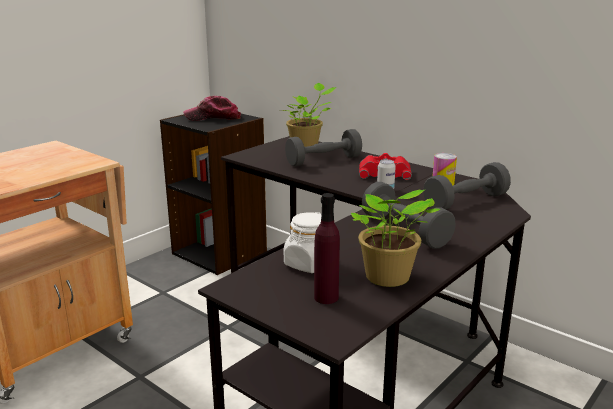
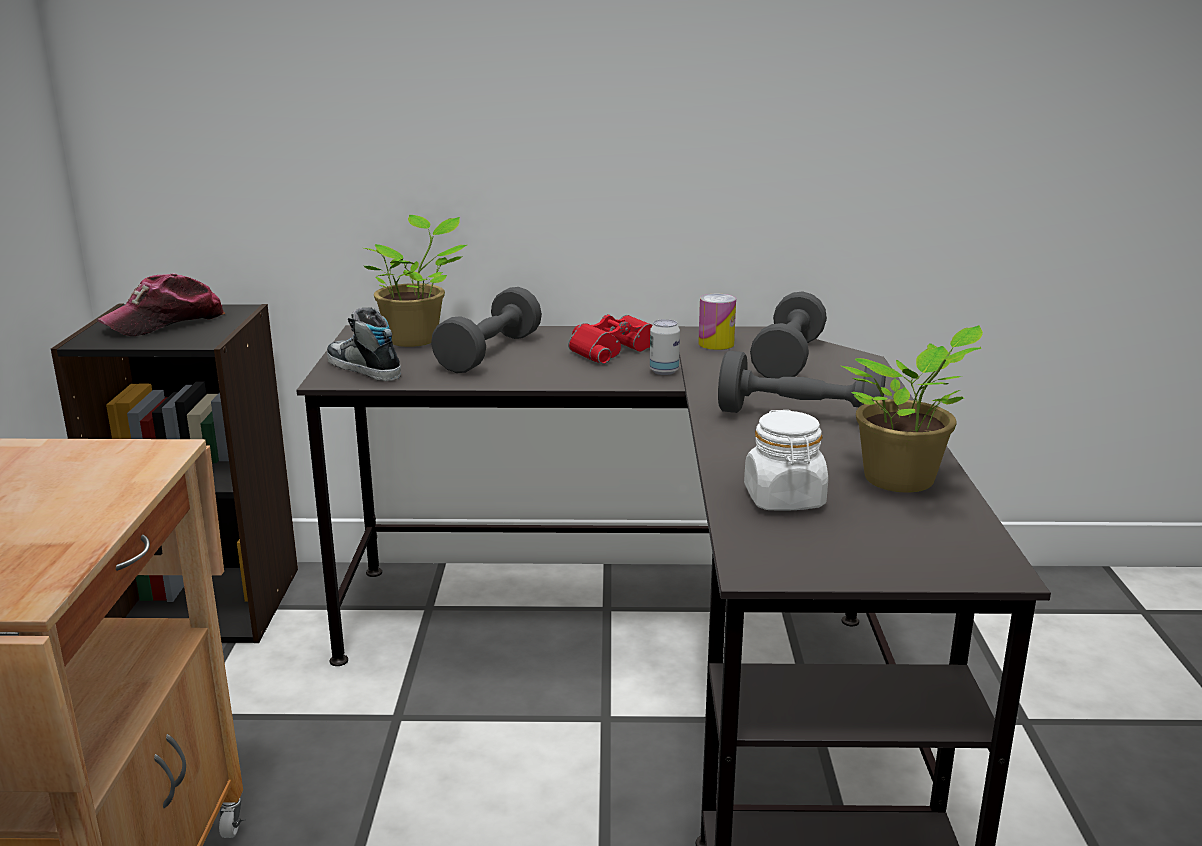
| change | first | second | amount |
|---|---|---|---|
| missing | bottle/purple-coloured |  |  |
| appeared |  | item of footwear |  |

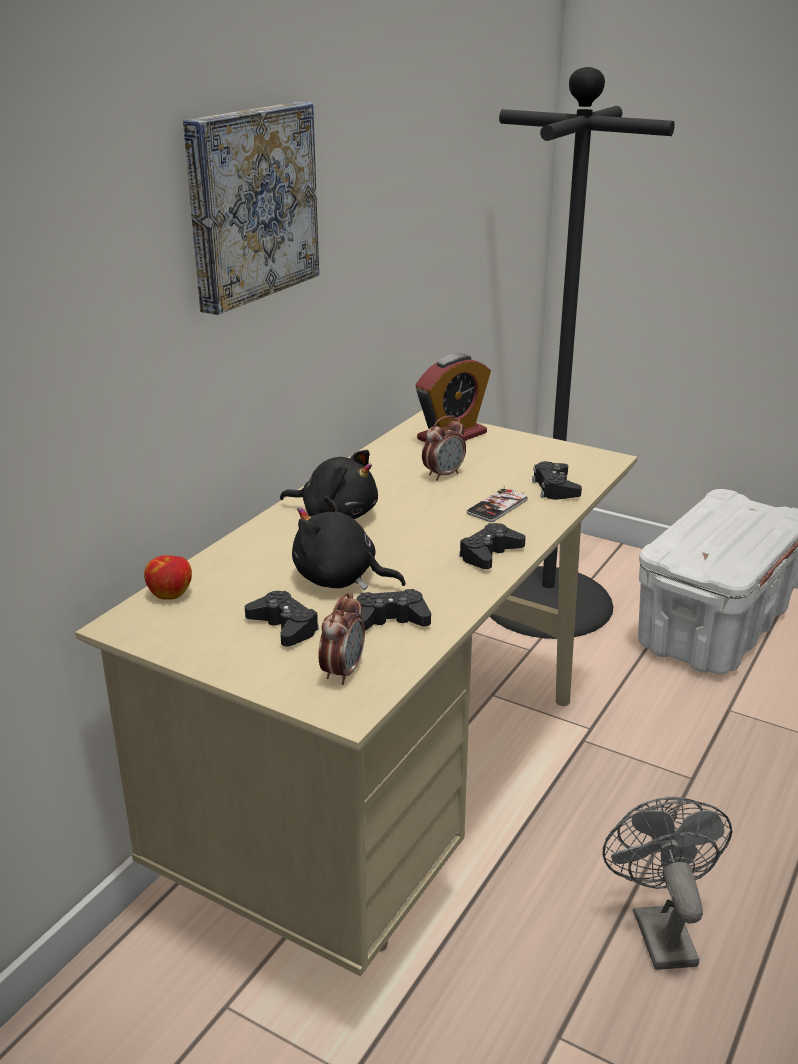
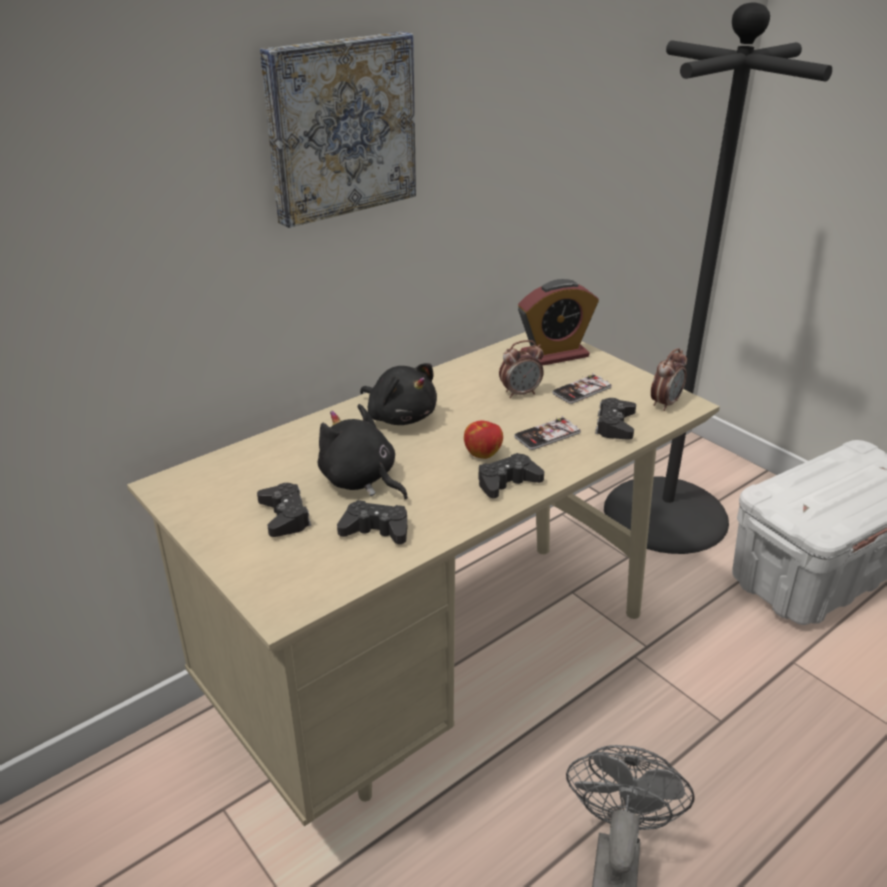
| change | first | second | amount |
|---|---|---|---|
| appeared |  | phone (no. 2 from left) |  |
| relocated | apple |  |  |
| relocated | table clock (no. 1 from left in the first image) | table clock (no. 3 from left) |  |

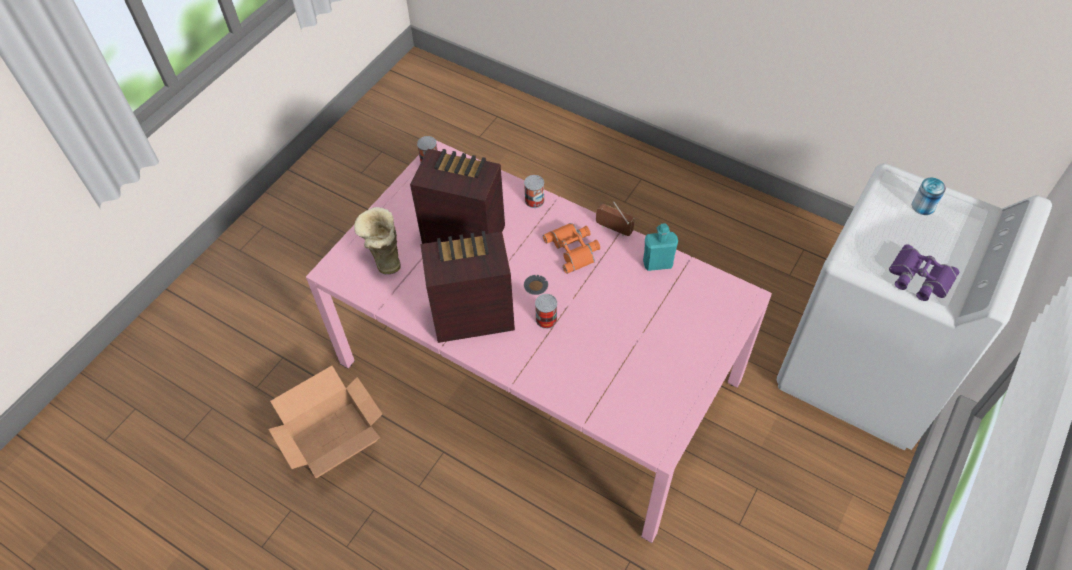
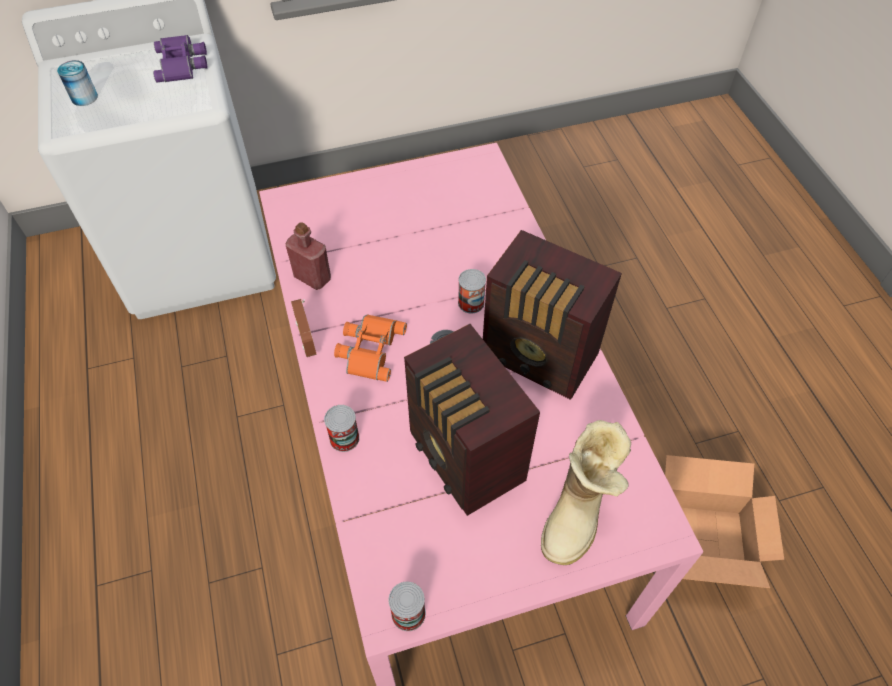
| change | first | second | amount |
|---|---|---|---|
| colour | bottle/blue-green | bottle/red-coloured |  |

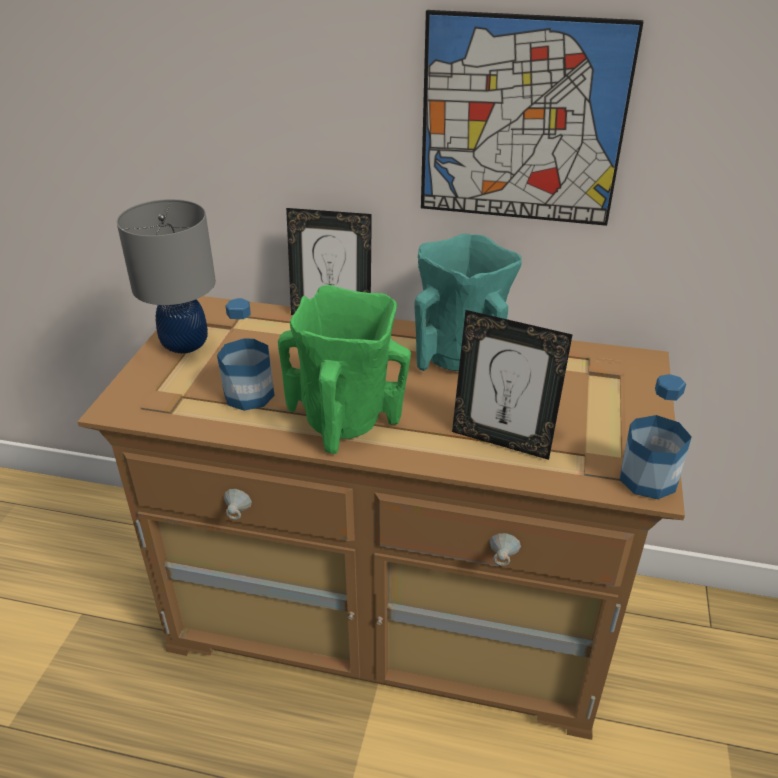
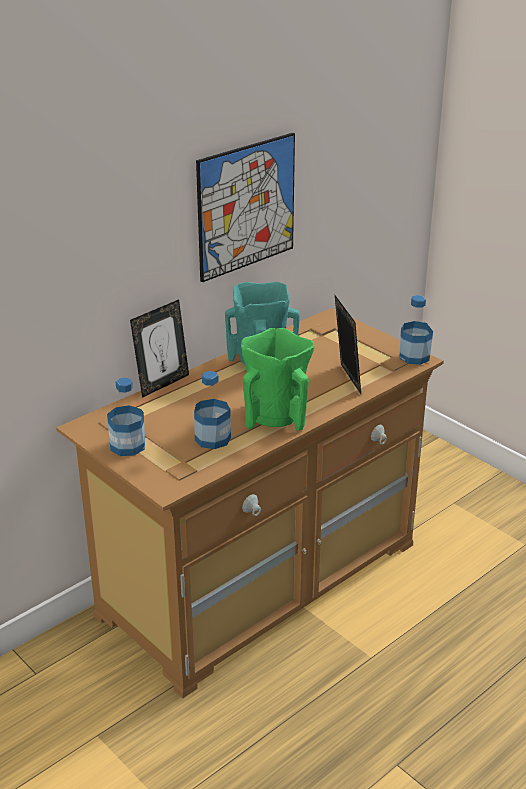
| change | first | second | amount |
|---|---|---|---|
| exchanged | table lamp/gray | bottle (no. 1 from left) |  |
| spun | standing frame (no. 2 from left) |  | 75 degrees counterclockwise |

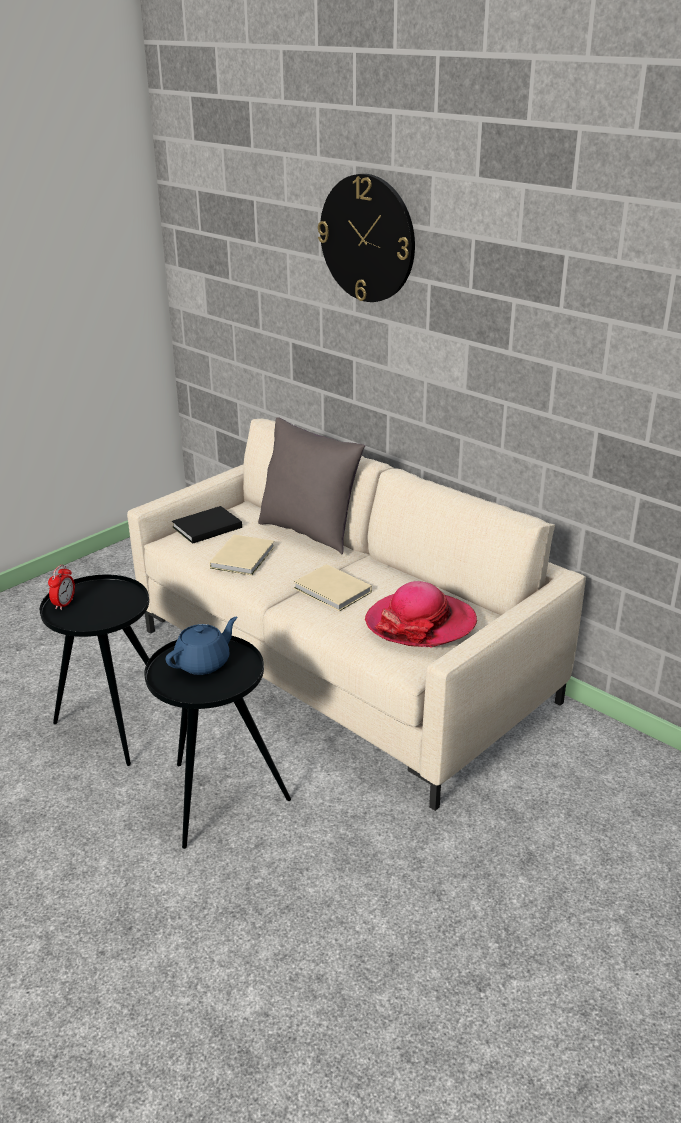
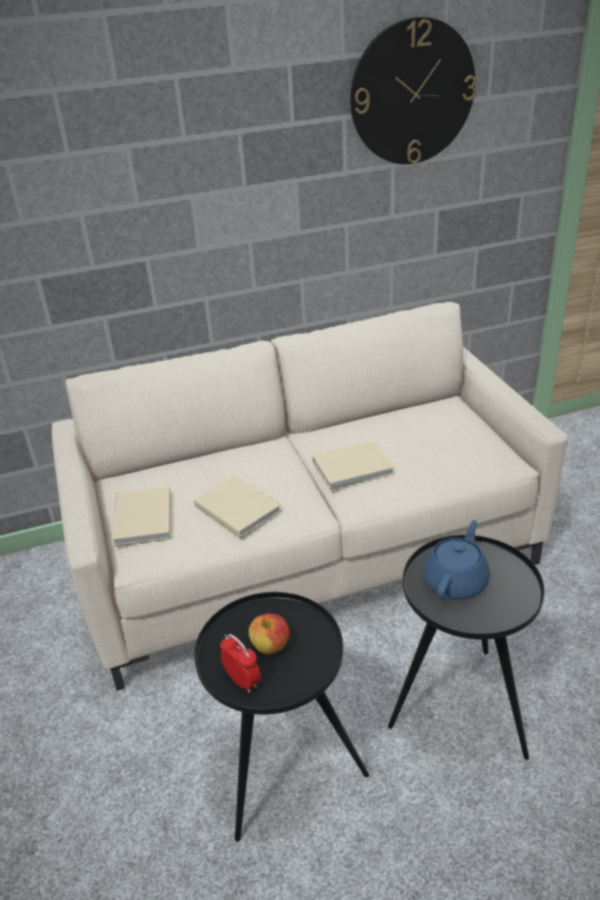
| change | first | second | amount |
|---|---|---|---|
| missing | pillow/gray |  |  |
| missing | clothing hat |  |  |
| appeared |  | apple |  |
| relocated | wall clock |  |  |
| colour | book/blackish | book/sand-coloured (no. 1 from left) |  |
| spun | teapot/bluish |  | 45 degrees clockwise |

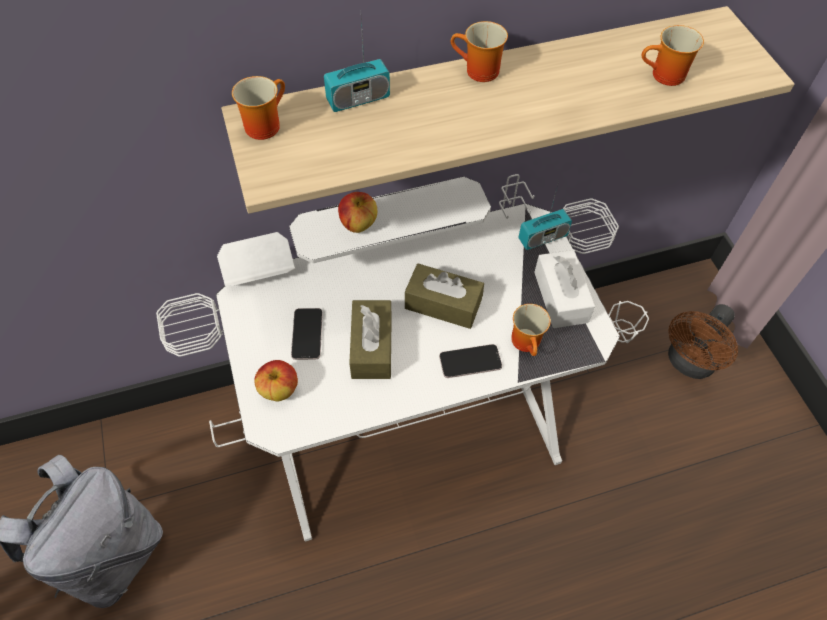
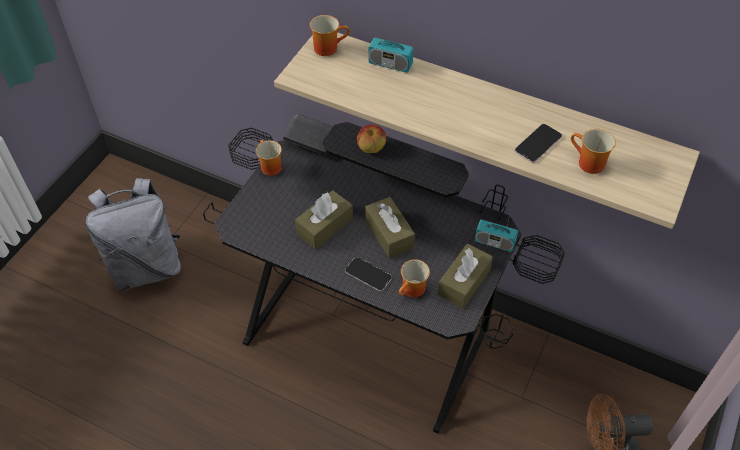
| change | first | second | amount |
|---|---|---|---|
| missing | apple (no. 1 from left) |  |  |
| relocated | phone (no. 1 from left in the first image) | phone (no. 2 from left) |  |
| relocated | coffee mug (no. 2 from left in the first image) | coffee mug (no. 1 from left) |  |
| colour | desk table/white | desk table/blackish |  |
| colour | tissue box/white | tissue box/brownish (no. 3 from left) |  |

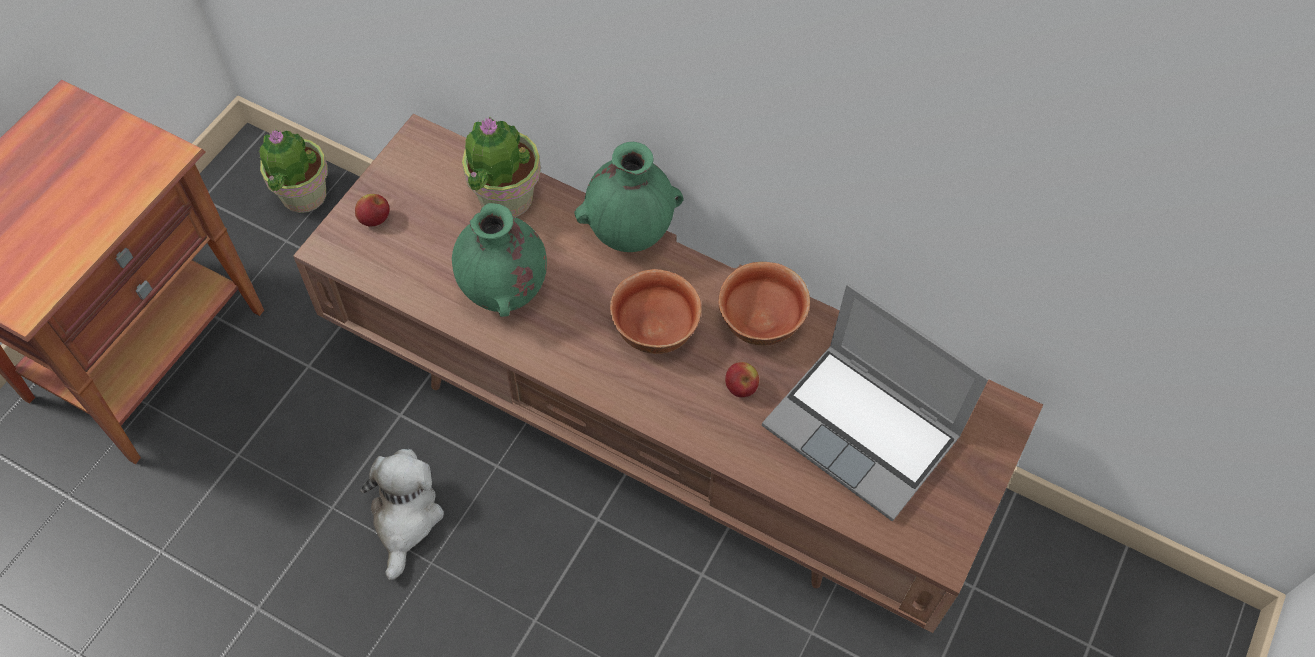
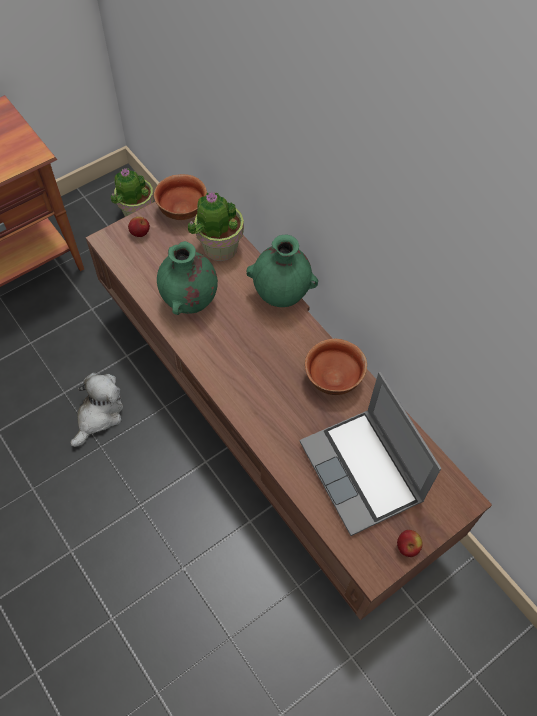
| change | first | second | amount |
|---|---|---|---|
| relocated | deep dish (no. 1 from left) |  |  |
| relocated | apple (no. 2 from left) |  |  |

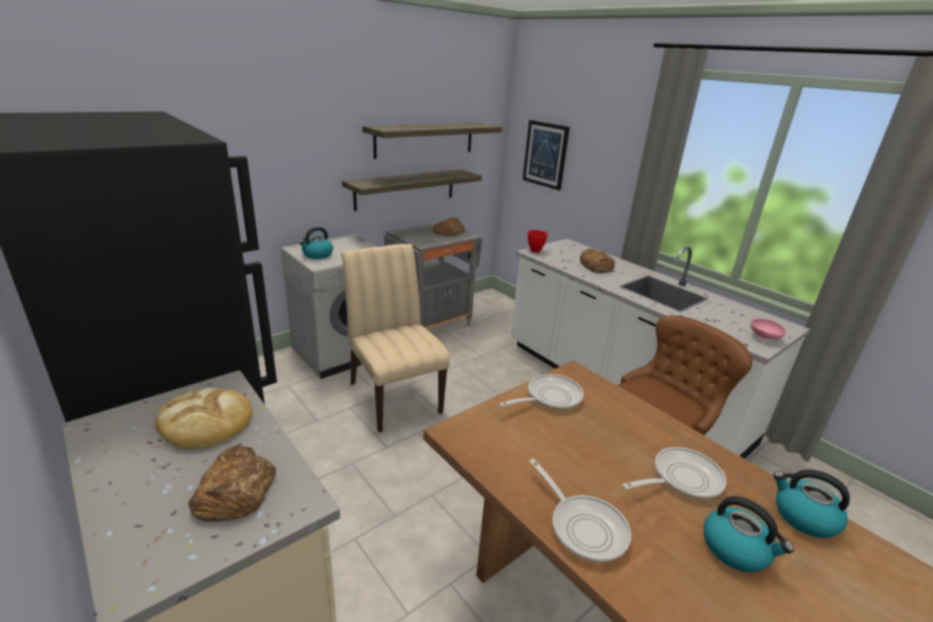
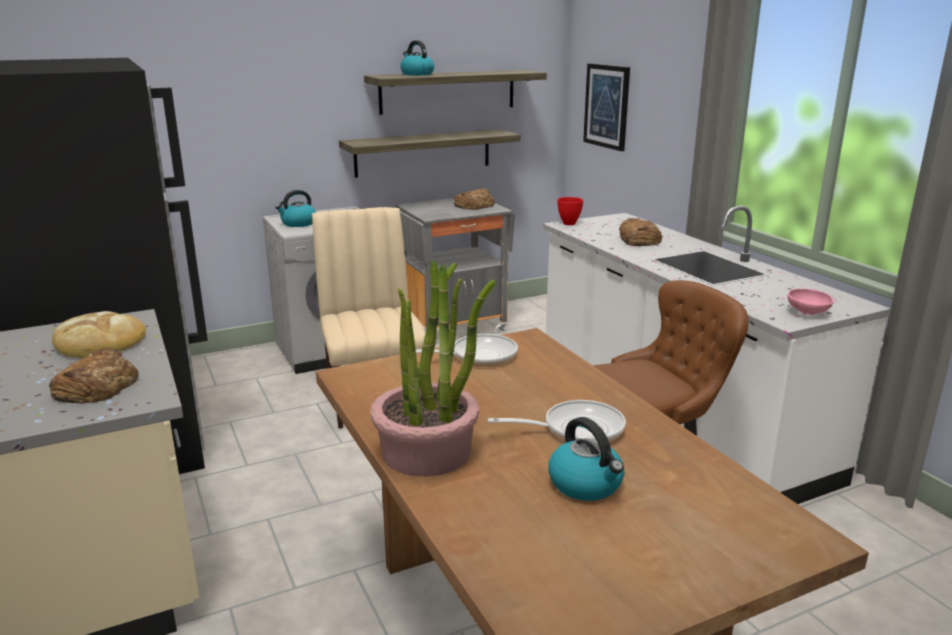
| change | first | second | amount |
|---|---|---|---|
| relocated | water kettle (no. 3 from left in the first image) | water kettle (no. 2 from left) |  |
| exchanged | skillet (no. 2 from left) | potted plant |  |

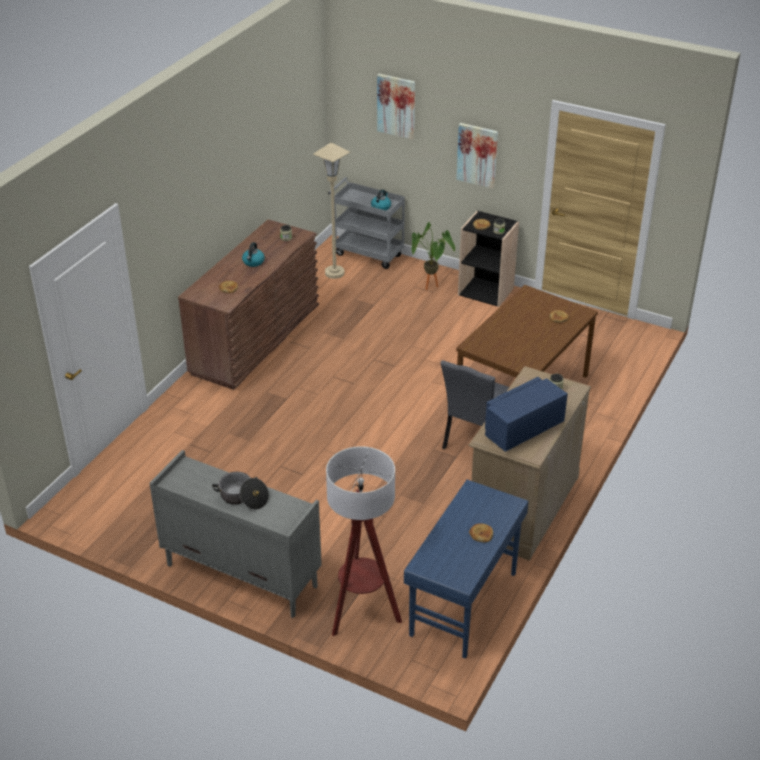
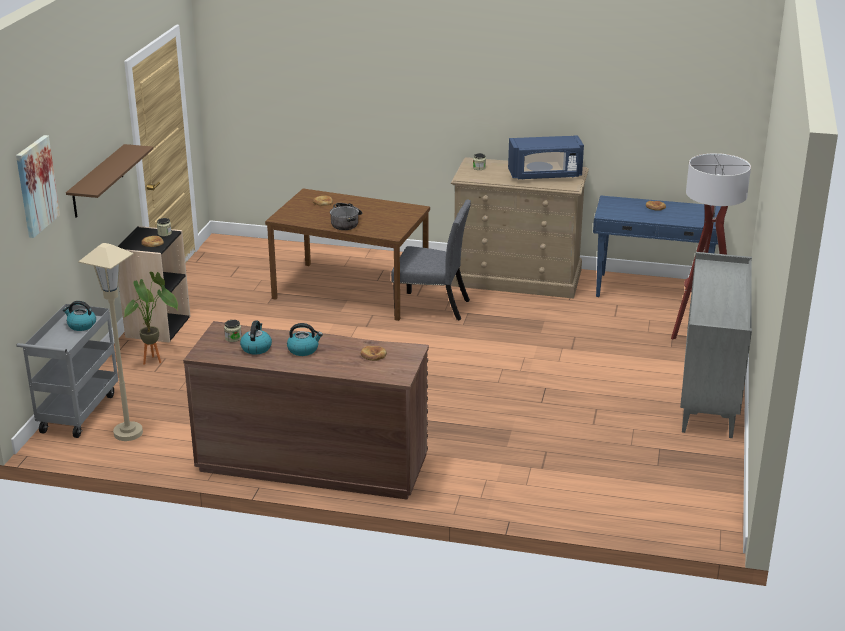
| change | first | second | amount |
|---|---|---|---|
| appeared |  | water kettle (no. 2 from left) |  |
| relocated | stockpot |  |  |
| exchanged | wall art (no. 2 from left) | wall shelf/brownish |  |
| spun | microwave/bluish |  | 45 degrees counterclockwise |

